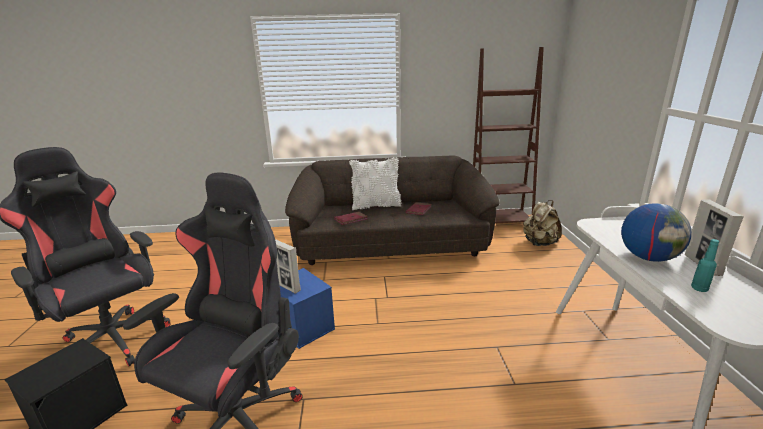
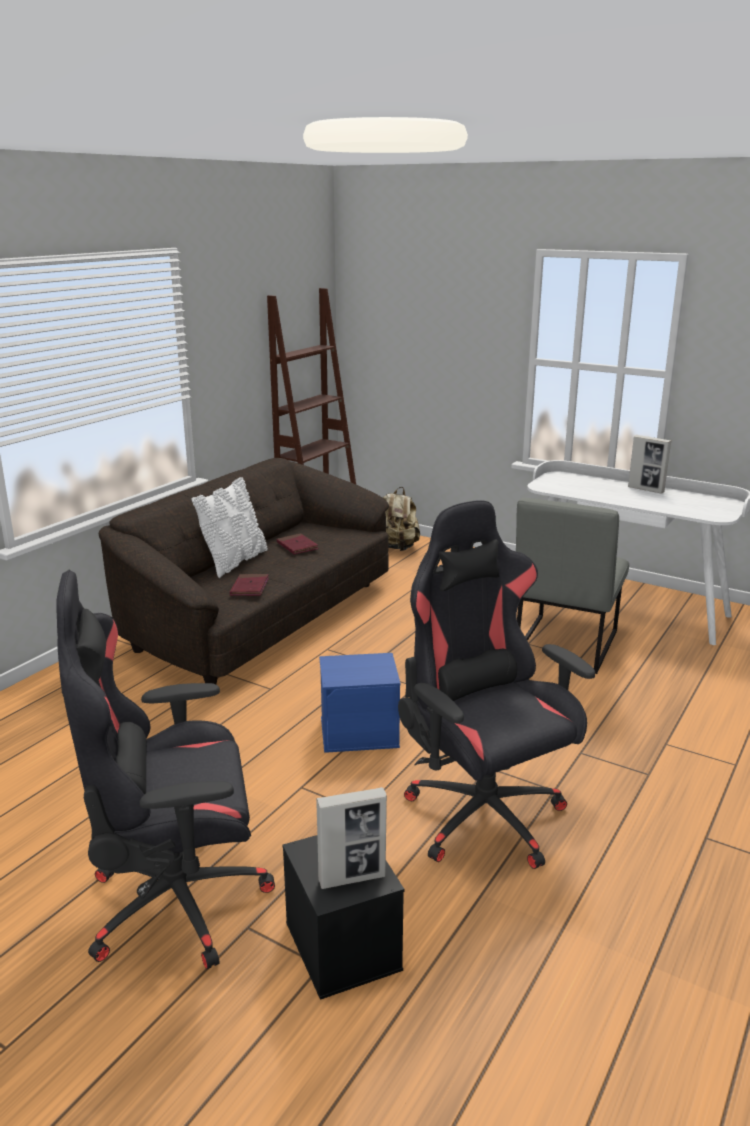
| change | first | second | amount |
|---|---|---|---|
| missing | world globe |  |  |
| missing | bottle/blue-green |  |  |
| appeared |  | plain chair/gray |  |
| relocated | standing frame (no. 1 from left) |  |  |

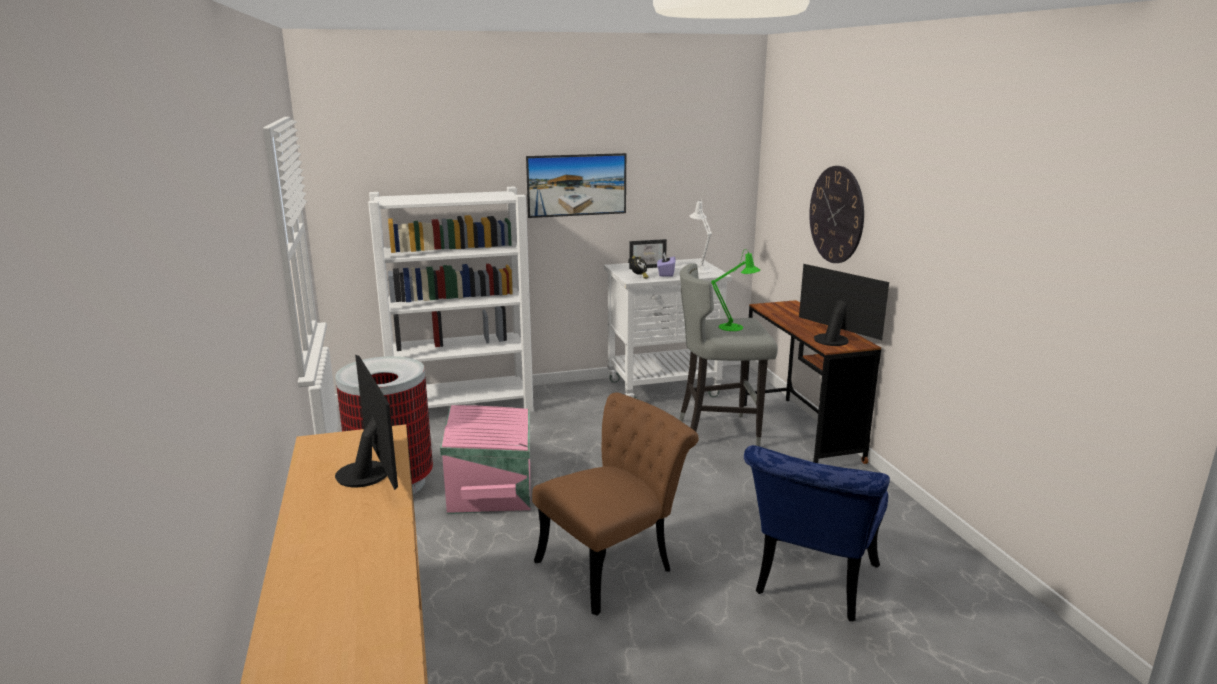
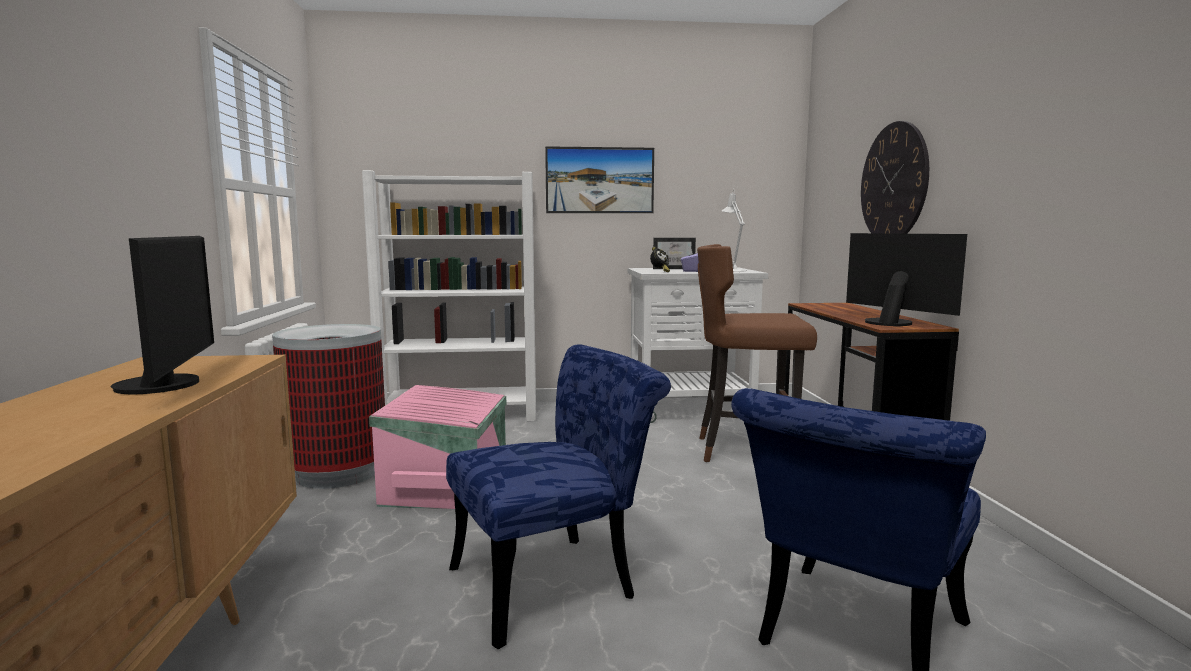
| change | first | second | amount |
|---|---|---|---|
| missing | table lamp/greenish |  |  |
| colour | plain chair/brownish | plain chair/bluish (no. 1 from left) |  |
| colour | stool/gray | stool/brownish |  |

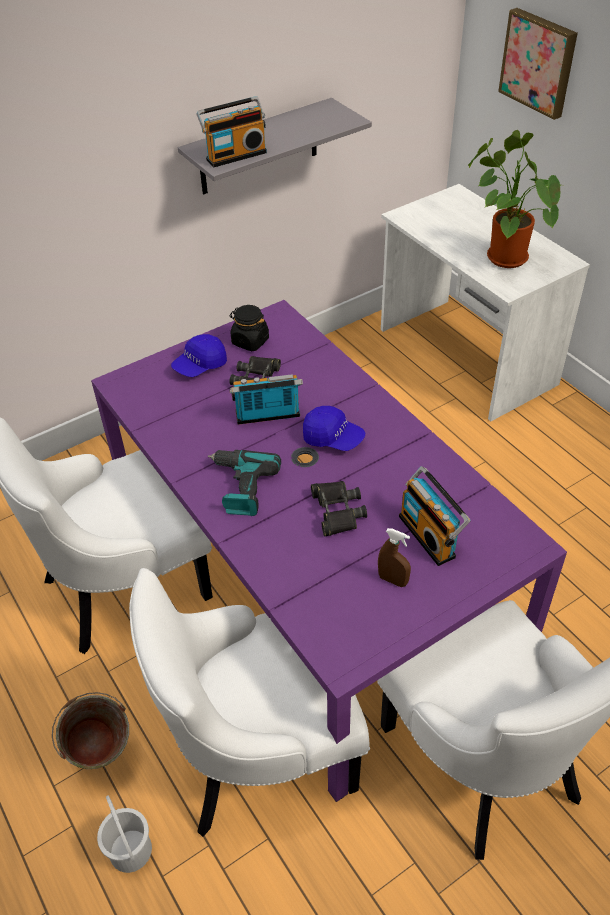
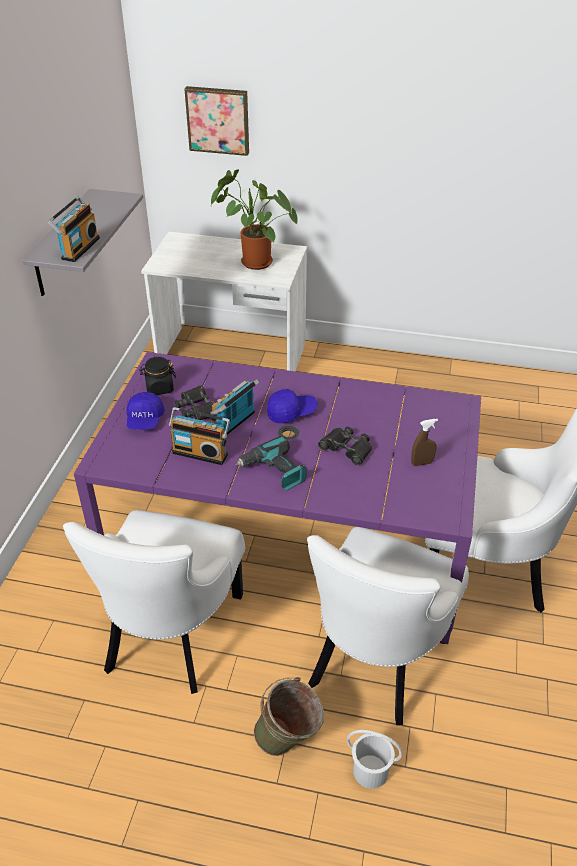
| change | first | second | amount |
|---|---|---|---|
| relocated | radio set (no. 3 from left in the first image) | radio set (no. 2 from left) |  |

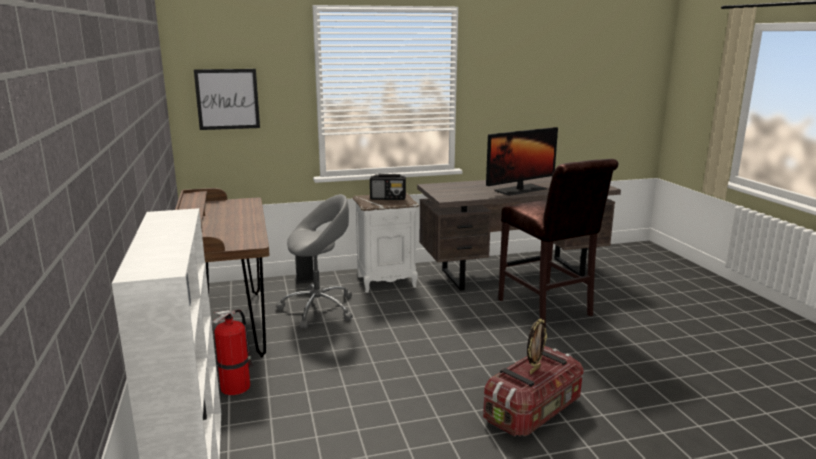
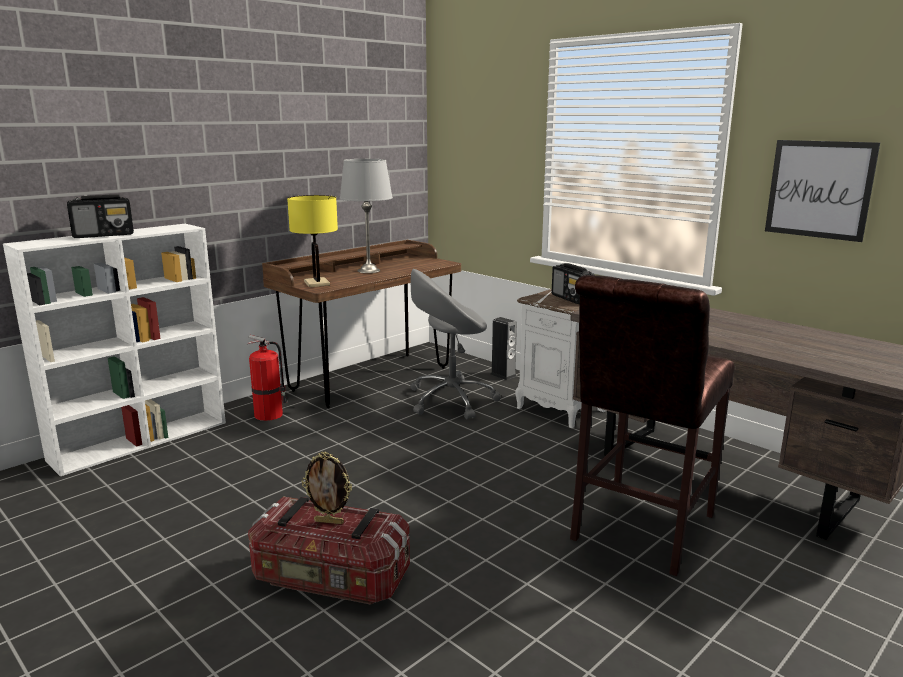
| change | first | second | amount |
|---|---|---|---|
| missing | computer display |  |  |
| appeared |  | radio set (no. 1 from left) |  |
| appeared |  | table lamp/yellowish |  |
| appeared |  | table lamp/gray |  |
| relocated | wall art |  |  |
| spun | desk chair/gray |  | 120 degrees clockwise |

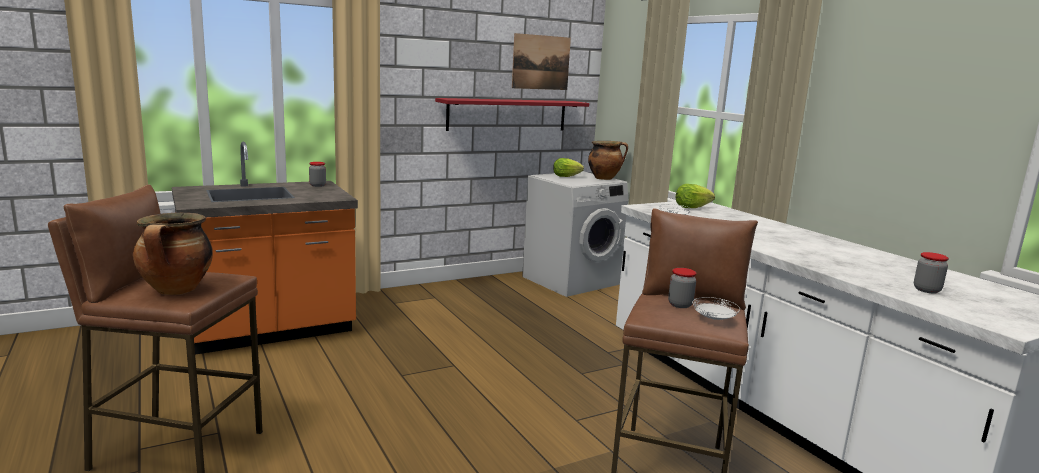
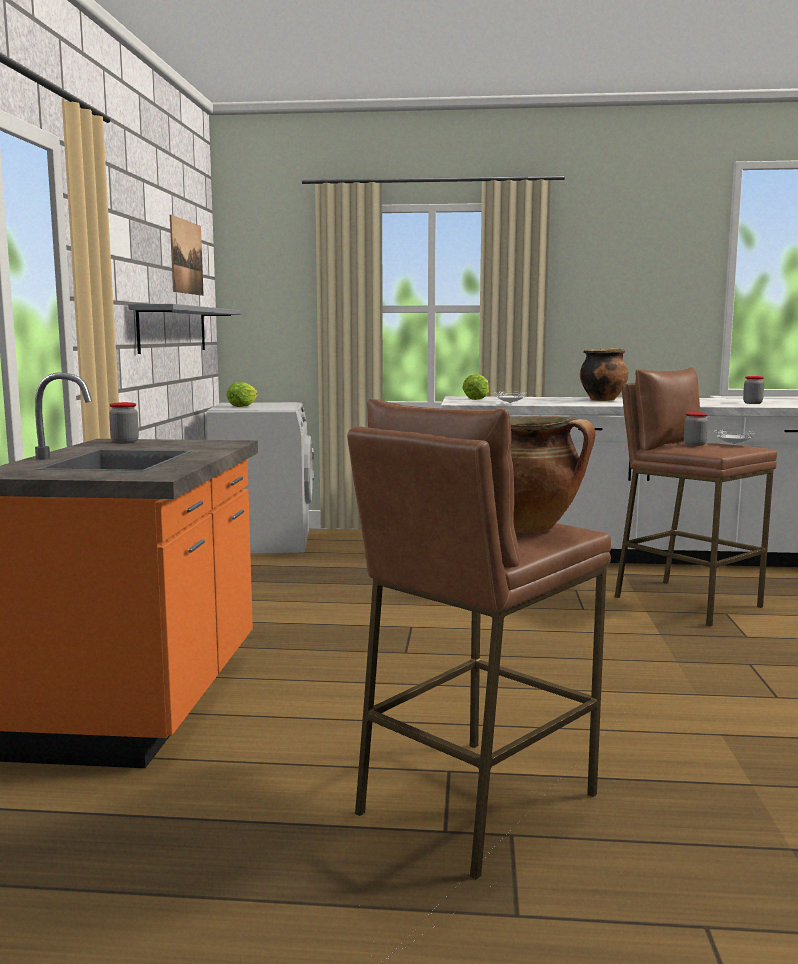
| change | first | second | amount |
|---|---|---|---|
| relocated | stockpot (no. 2 from left) |  |  |
| colour | wall shelf/red-coloured | wall shelf/gray |  |

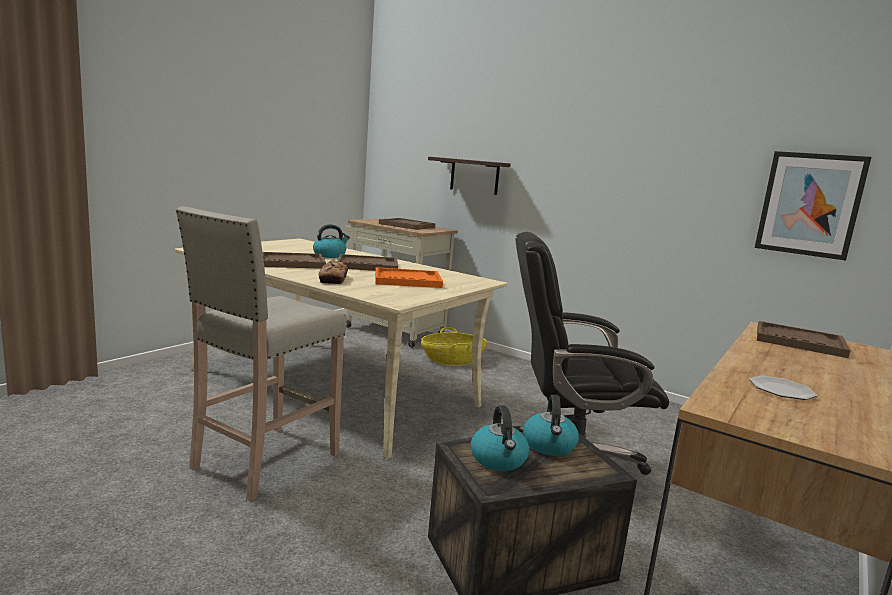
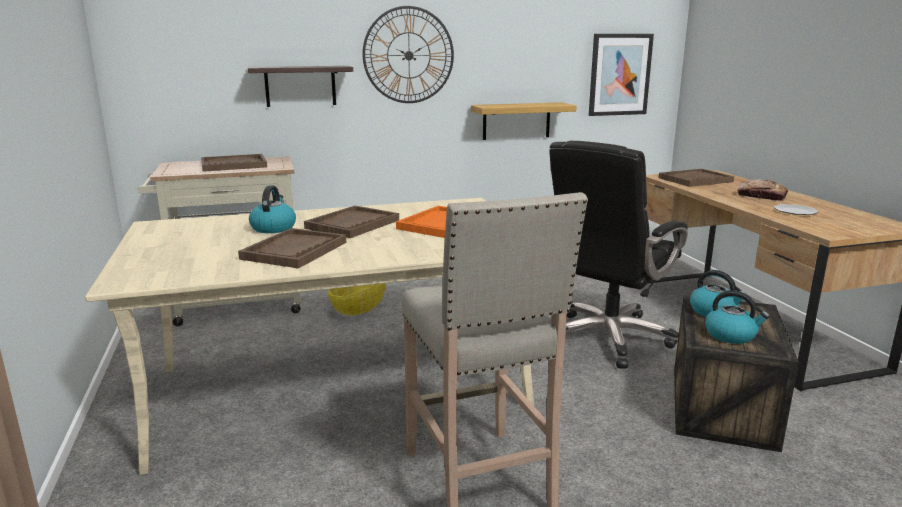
| change | first | second | amount |
|---|---|---|---|
| appeared |  | wall clock |  |
| appeared |  | wall shelf (no. 2 from left) |  |
| relocated | baked bread |  |  |

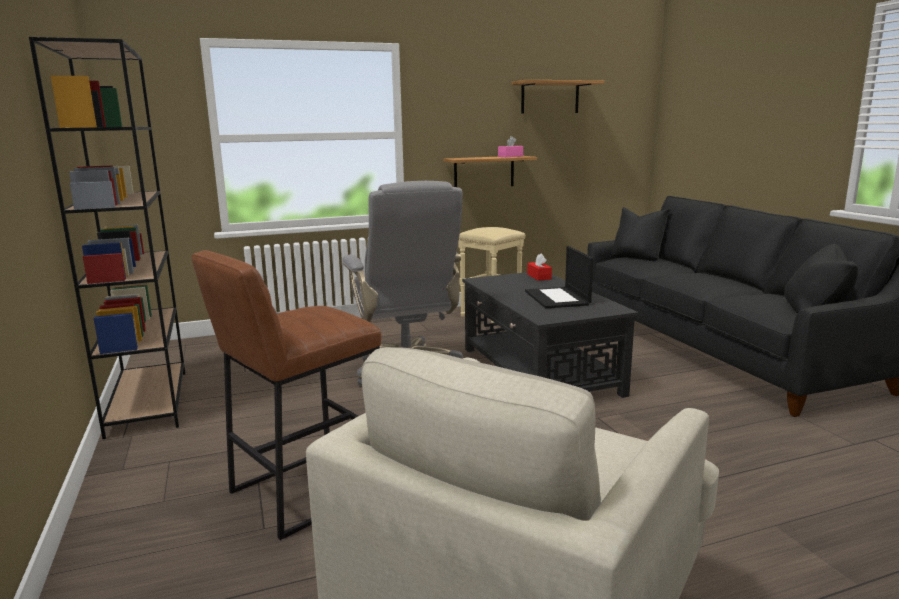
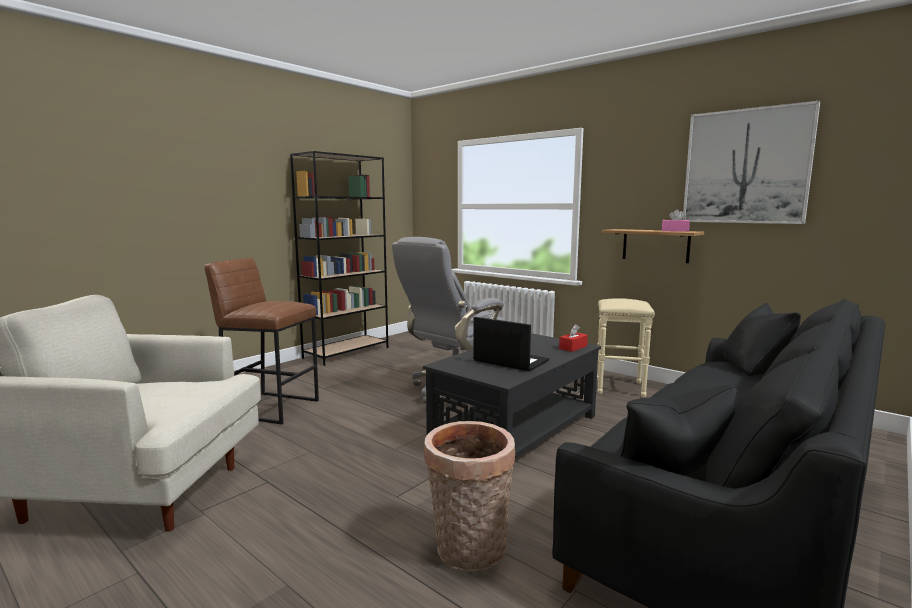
| change | first | second | amount |
|---|---|---|---|
| appeared |  | storage basket |  |
| exchanged | wall shelf (no. 2 from left) | wall art |  |
| spun | portable computer |  | 75 degrees clockwise |

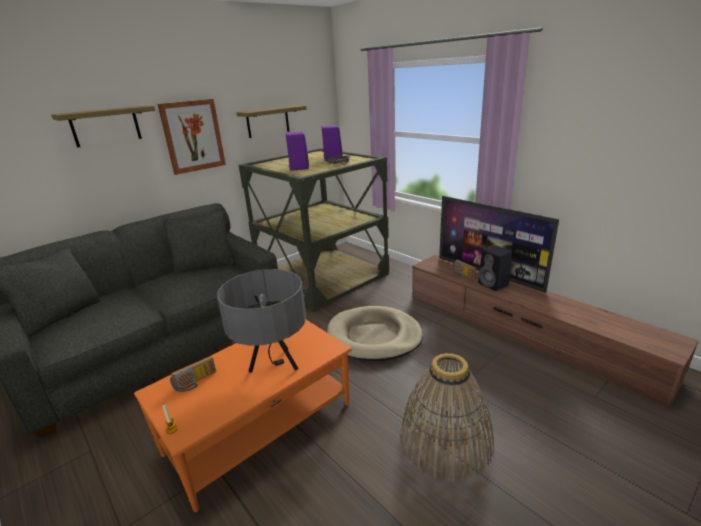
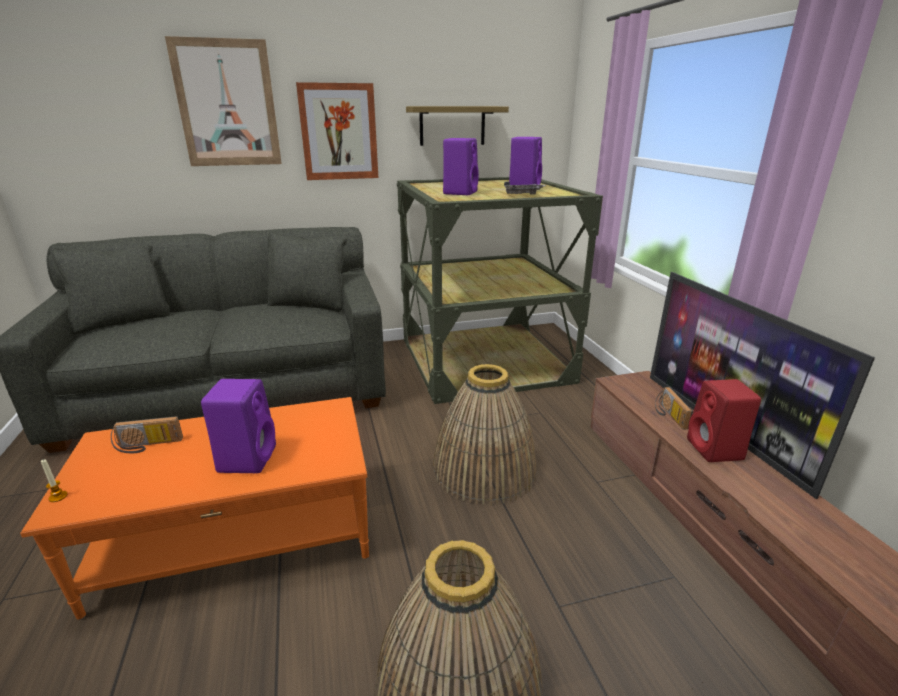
| change | first | second | amount |
|---|---|---|---|
| exchanged | wall shelf (no. 1 from left) | wall art (no. 1 from left) |  |
| exchanged | table lamp/gray | speaker/purple-coloured (no. 1 from left) |  |
| exchanged | dog bed/sand-coloured | storage basket (no. 2 from left) |  |
| colour | speaker/blackish | speaker/red-coloured |  |

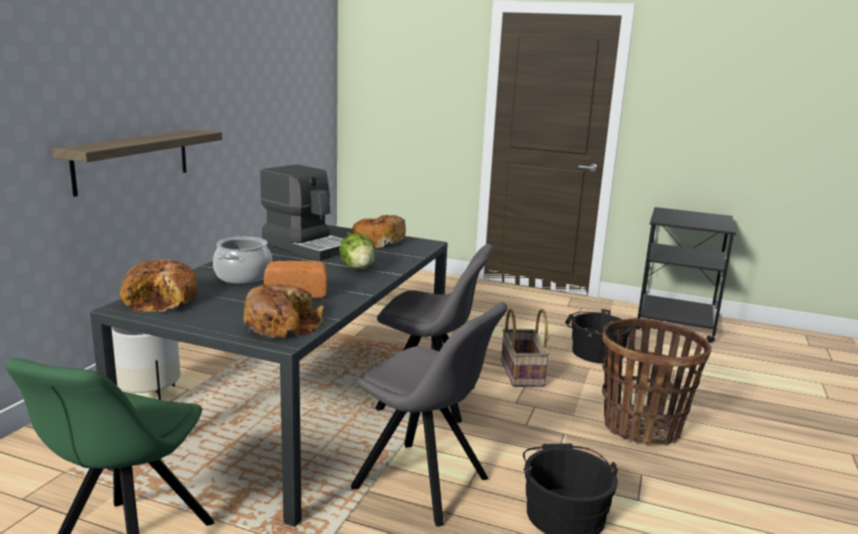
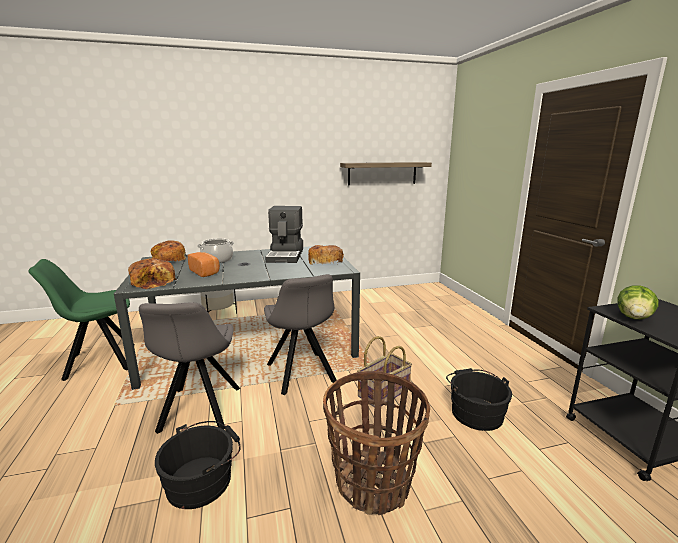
| change | first | second | amount |
|---|---|---|---|
| relocated | wall shelf |  |  |
| relocated | lettuce head |  |  |

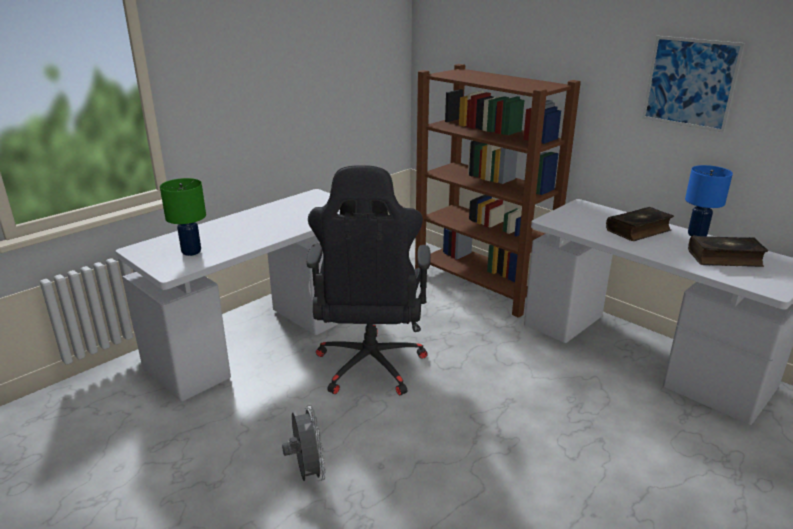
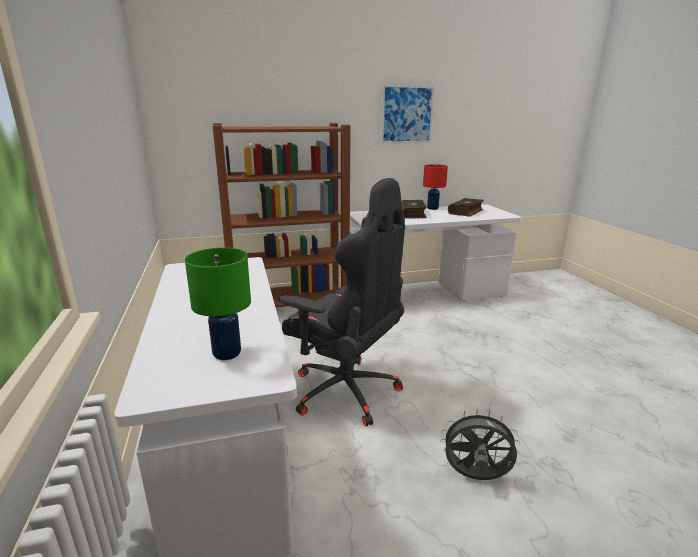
| change | first | second | amount |
|---|---|---|---|
| colour | table lamp/bluish | table lamp/red-coloured |  |

